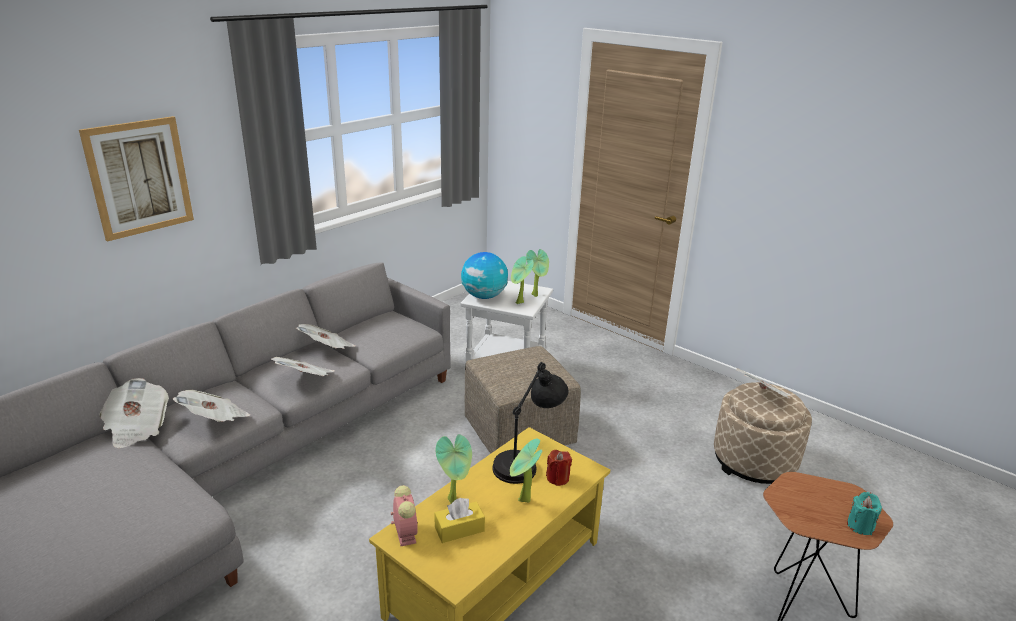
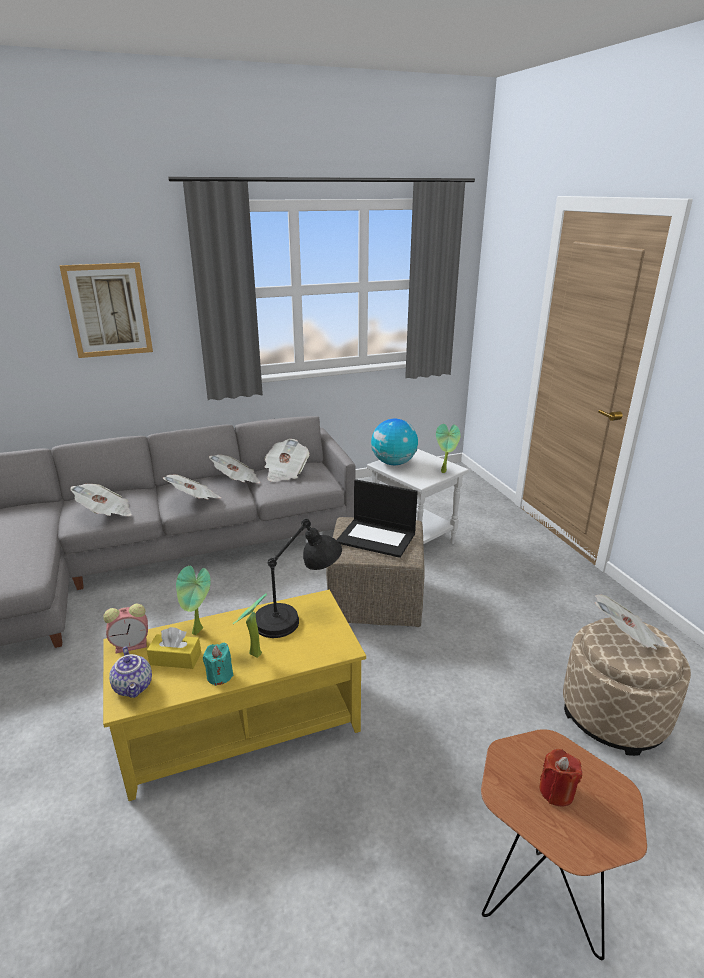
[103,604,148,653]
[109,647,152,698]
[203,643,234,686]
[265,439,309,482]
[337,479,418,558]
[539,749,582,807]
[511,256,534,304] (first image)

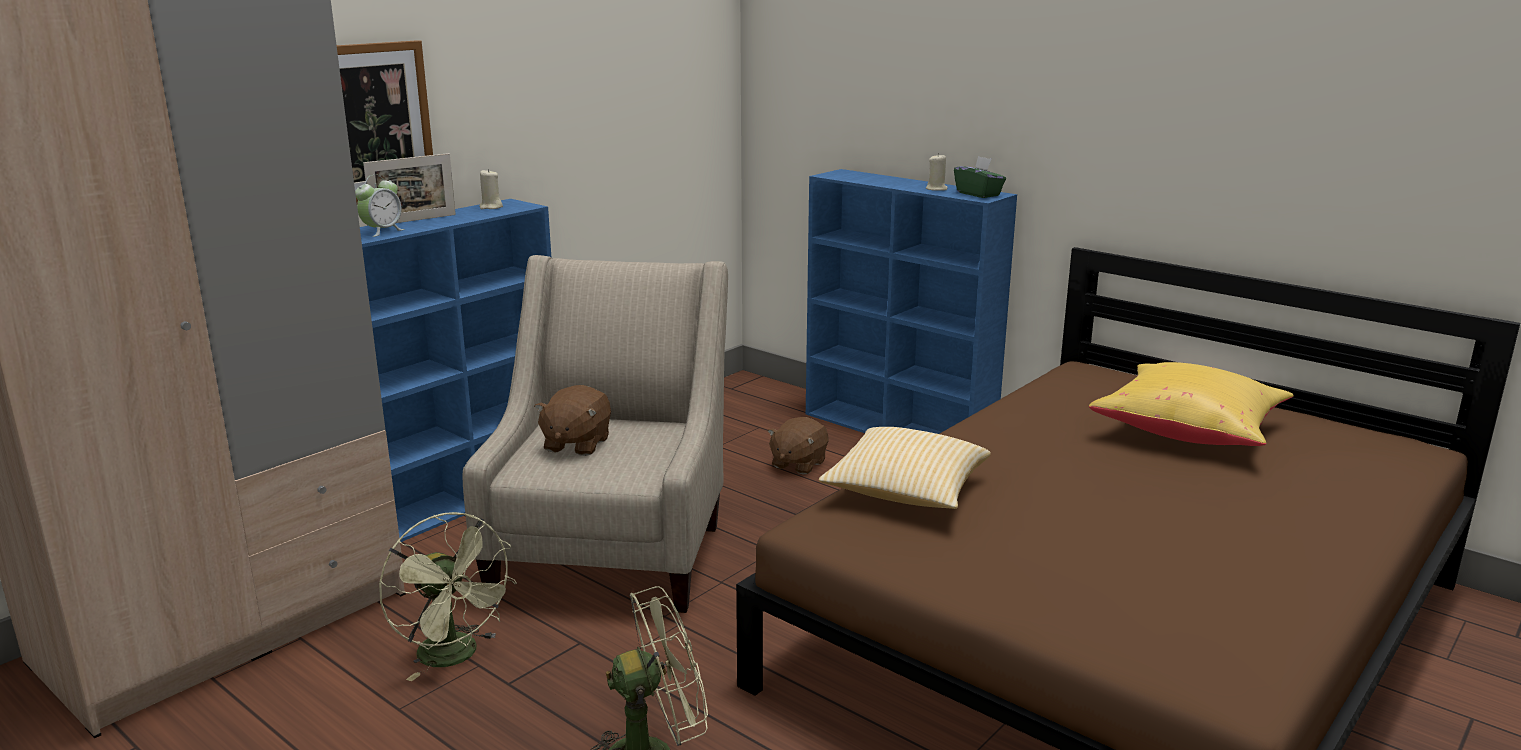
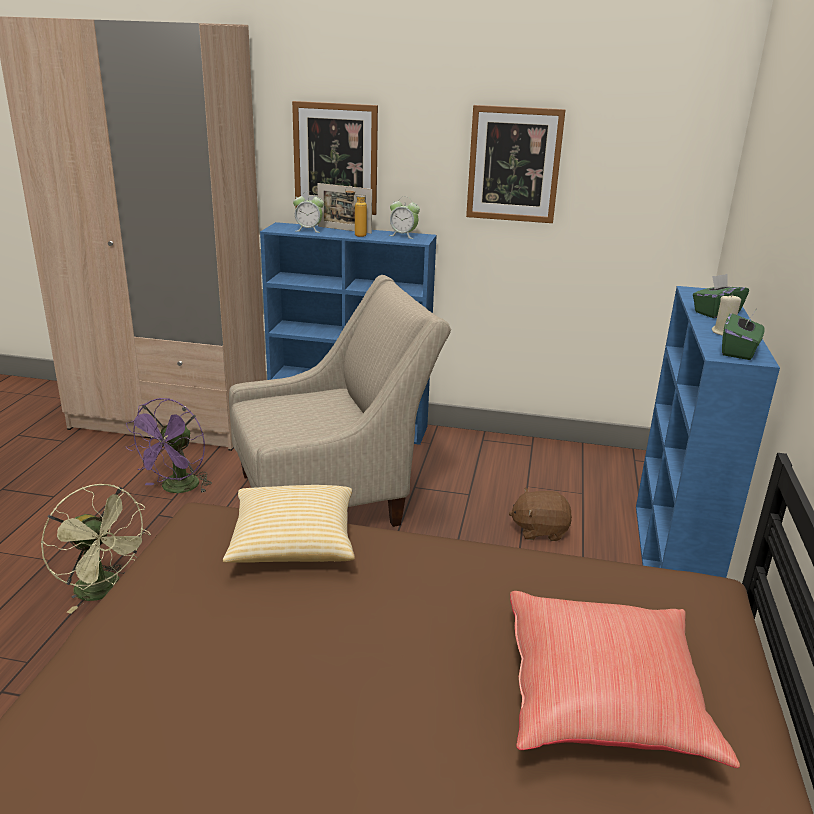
[126,398,212,493]
[345,186,367,237]
[389,197,420,239]
[466,105,566,223]
[510,591,740,768]
[693,274,749,318]
[534,385,611,456] (first image)

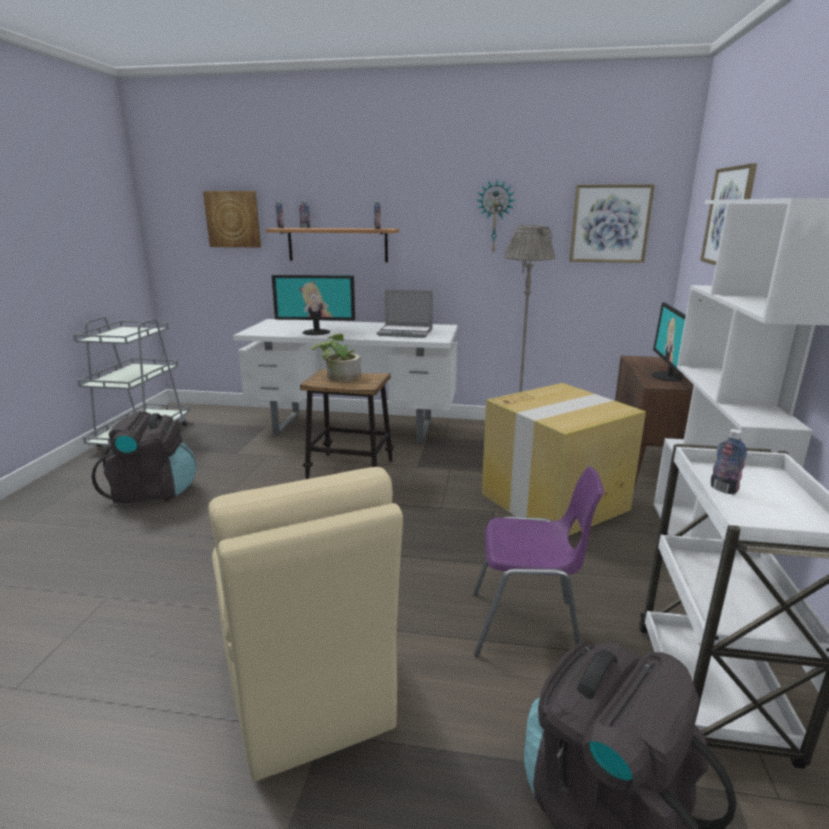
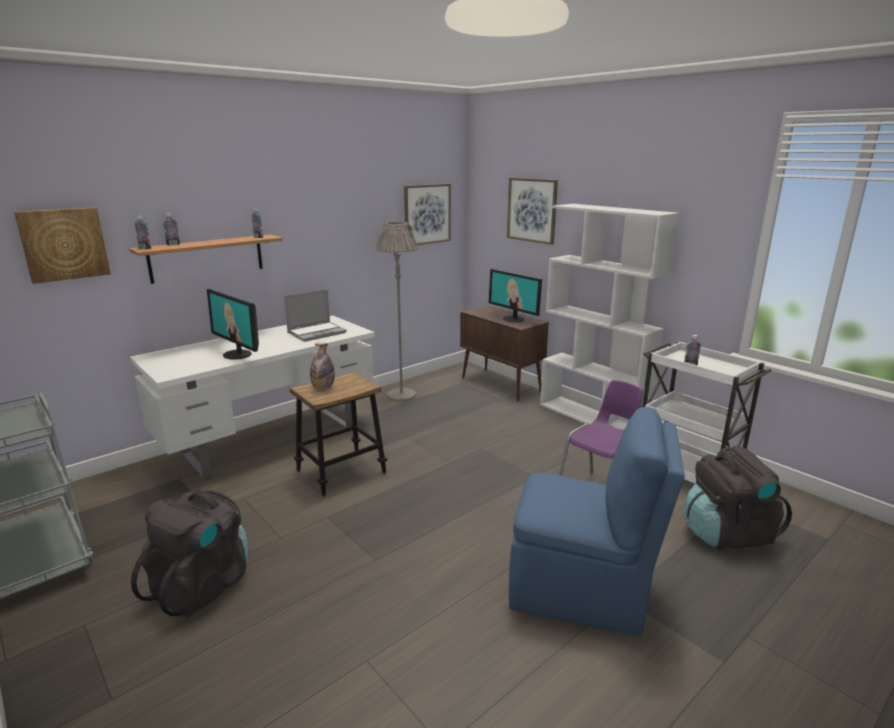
[207,289,259,360]
[310,342,335,389]
[509,407,685,636]
[476,180,516,252] (first image)
[482,383,646,536] (first image)

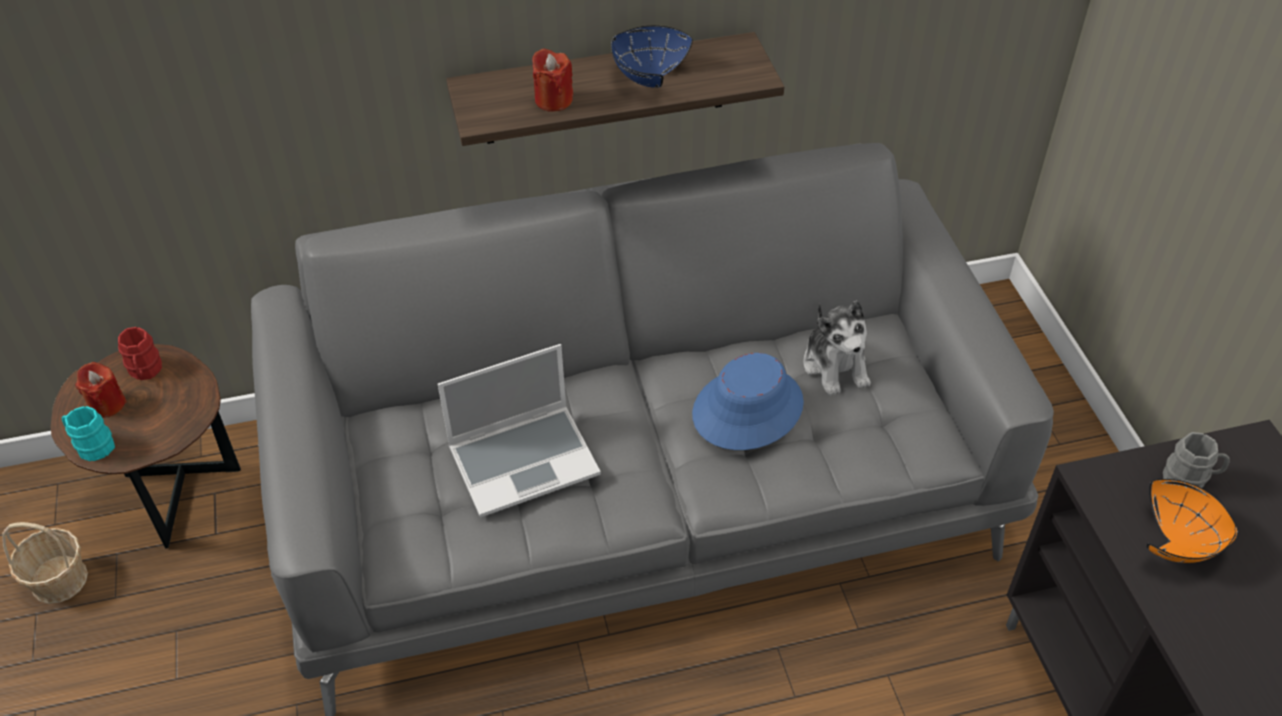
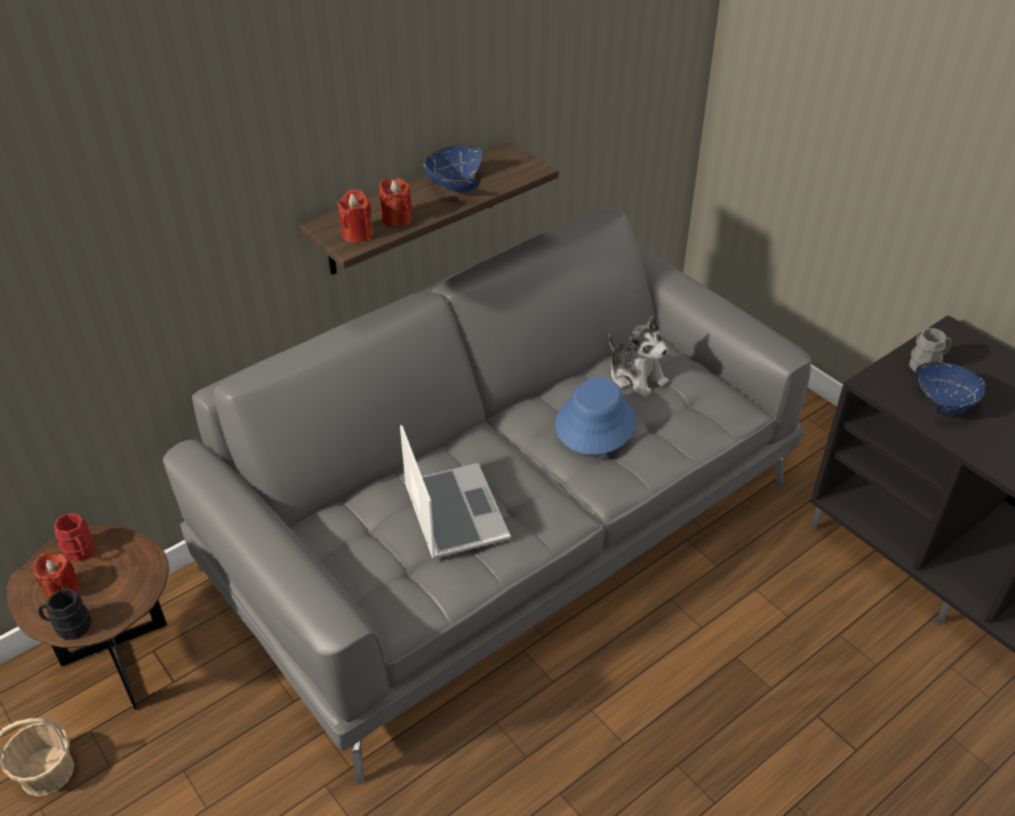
[38,589,92,640]
[337,189,373,243]
[400,425,511,559]
[916,362,985,415]

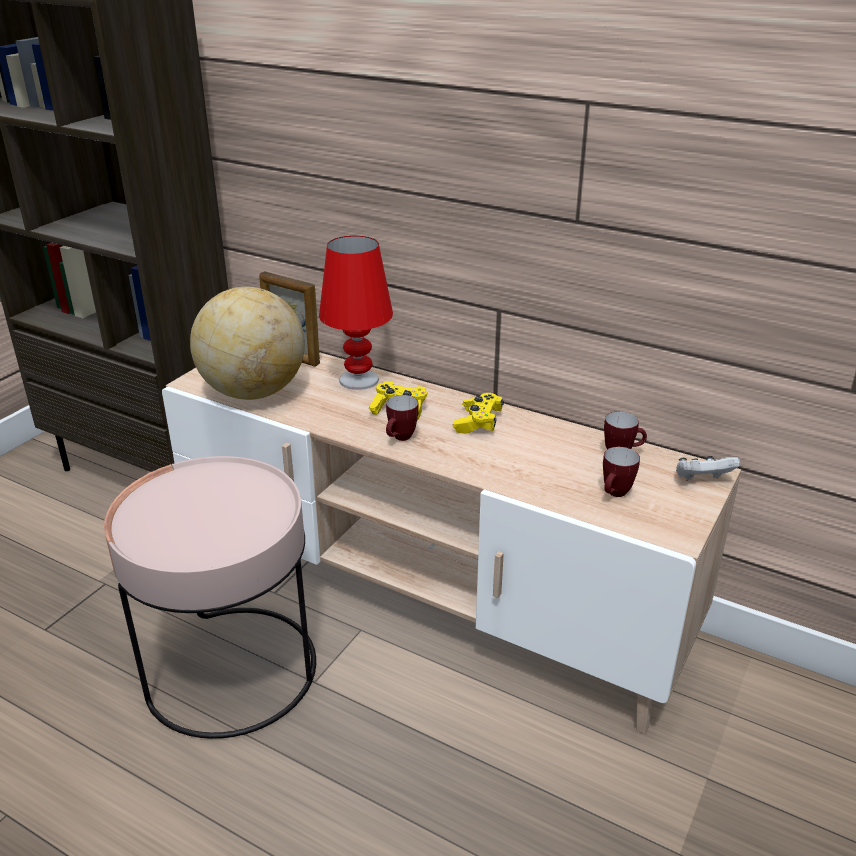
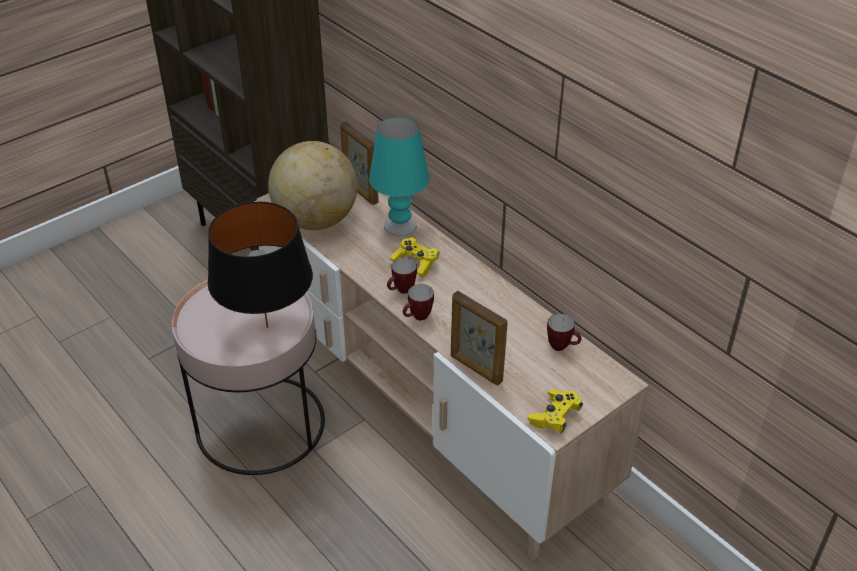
[208,201,313,328]
[369,117,429,237]
[403,284,434,321]
[451,291,508,385]
[528,389,583,433]
[676,456,740,481] (first image)

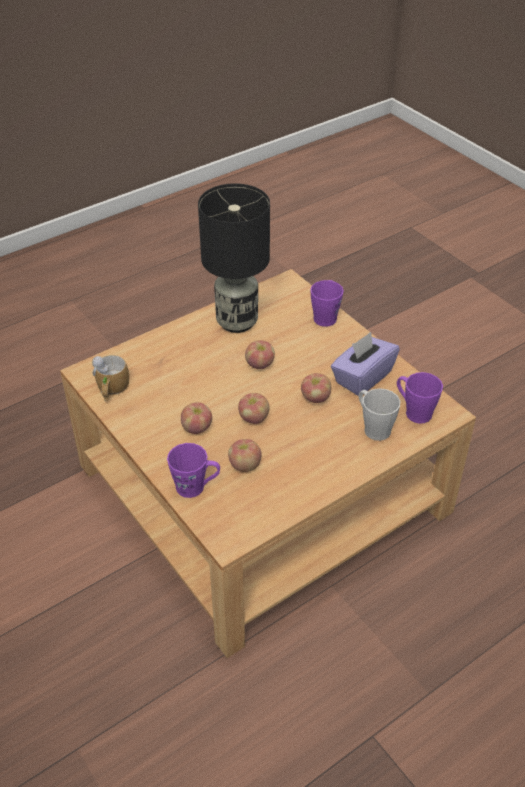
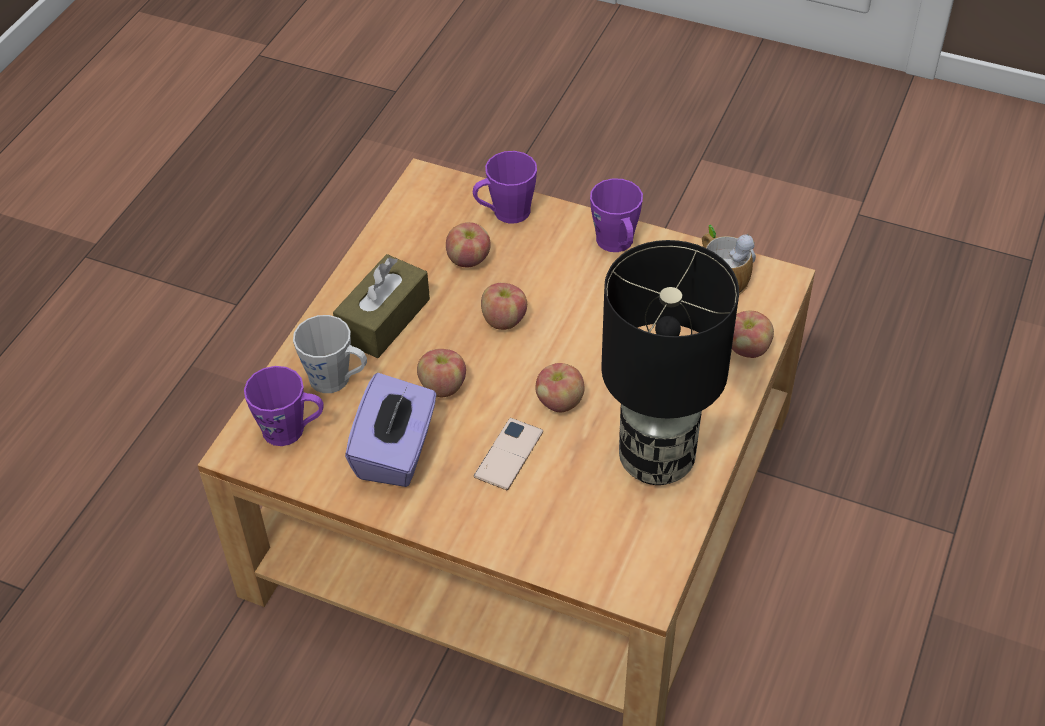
[333,254,430,358]
[474,418,543,490]
[590,178,643,252]
[732,311,774,358]

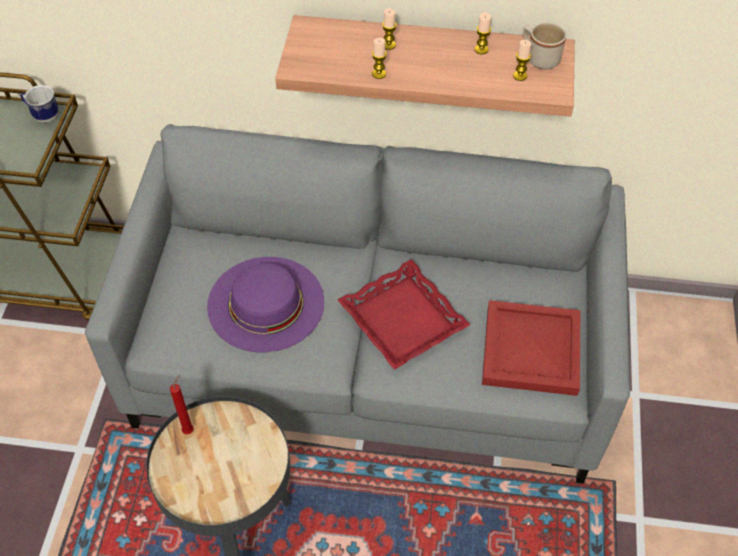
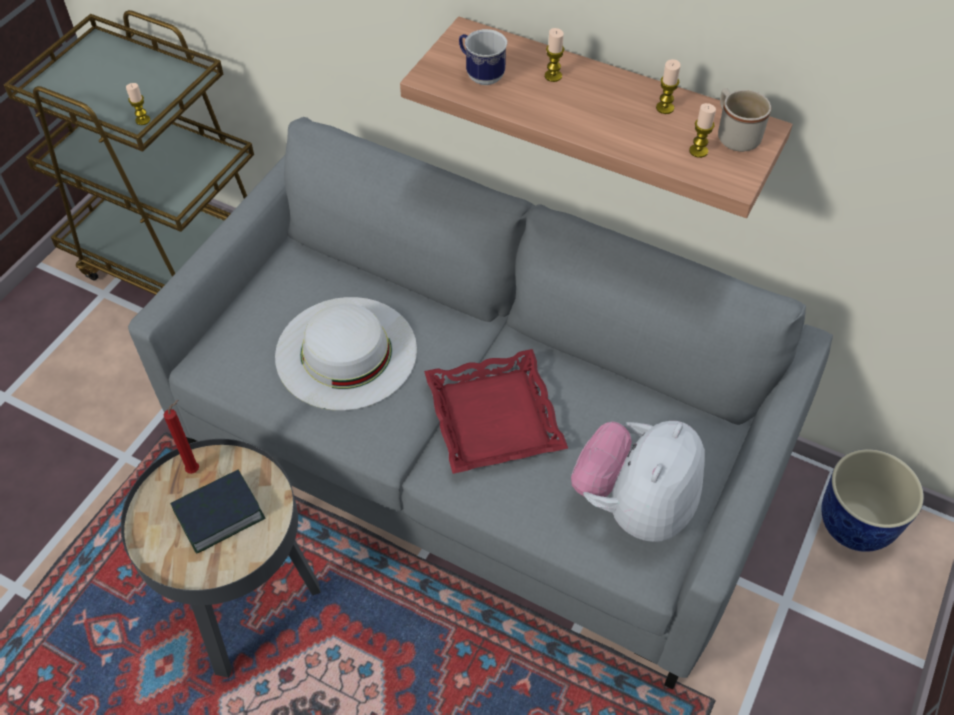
[126,83,150,125]
[170,470,265,554]
[275,297,417,410]
[459,29,507,85]
[571,421,705,542]
[821,449,924,552]

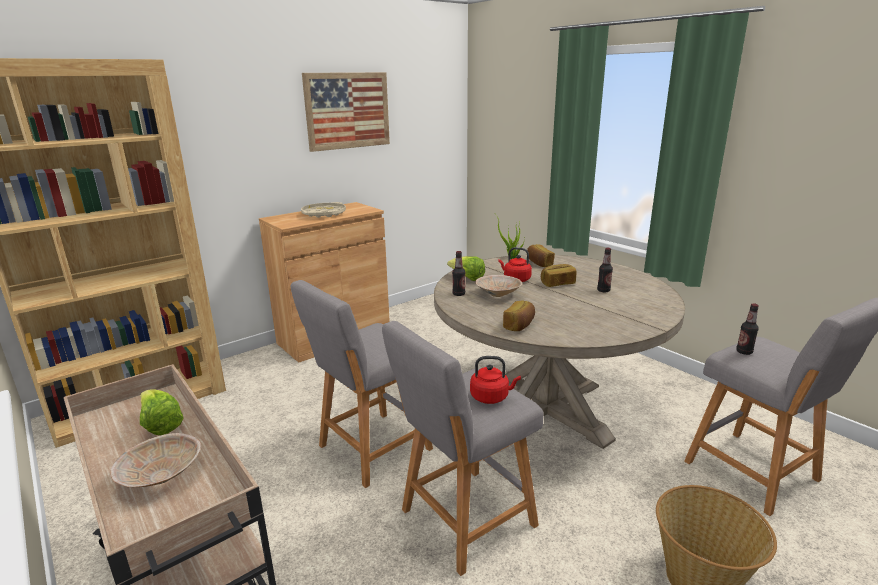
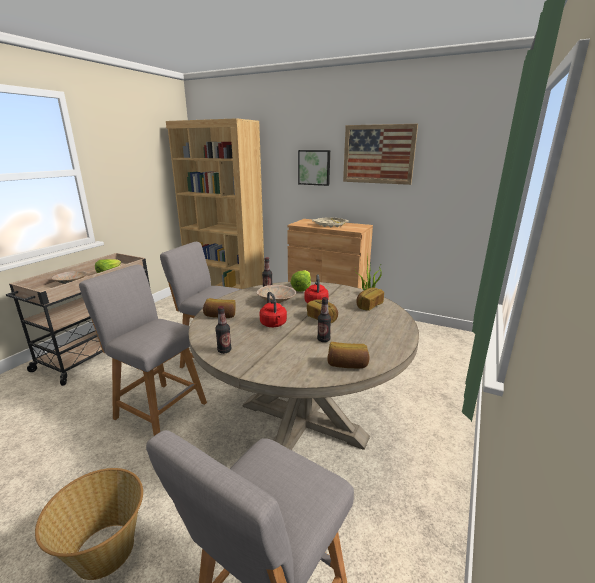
[215,306,231,354]
[259,292,287,327]
[298,150,330,186]
[327,342,369,368]

